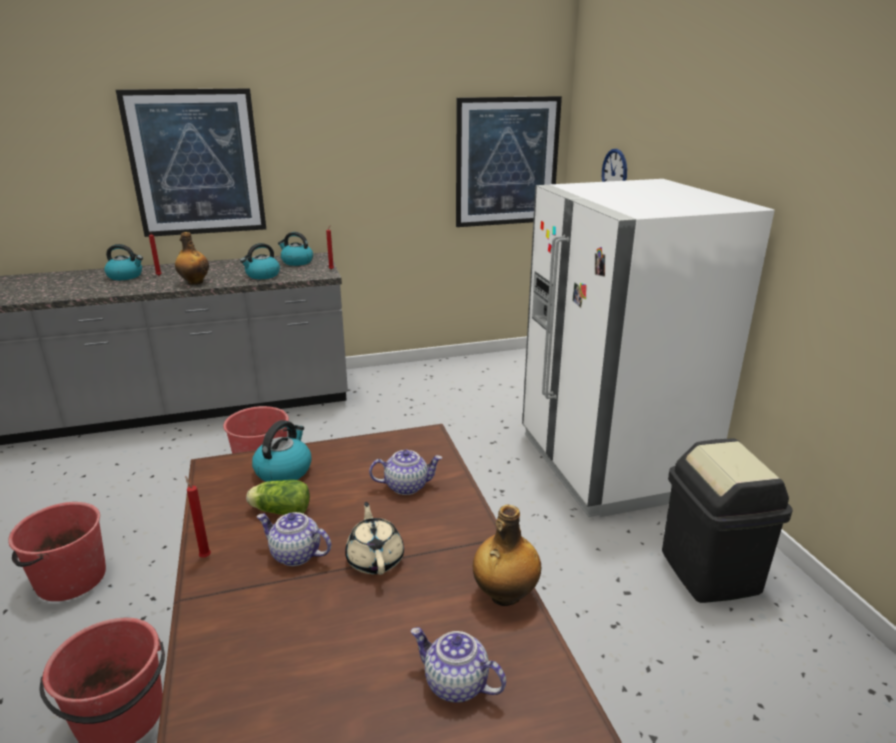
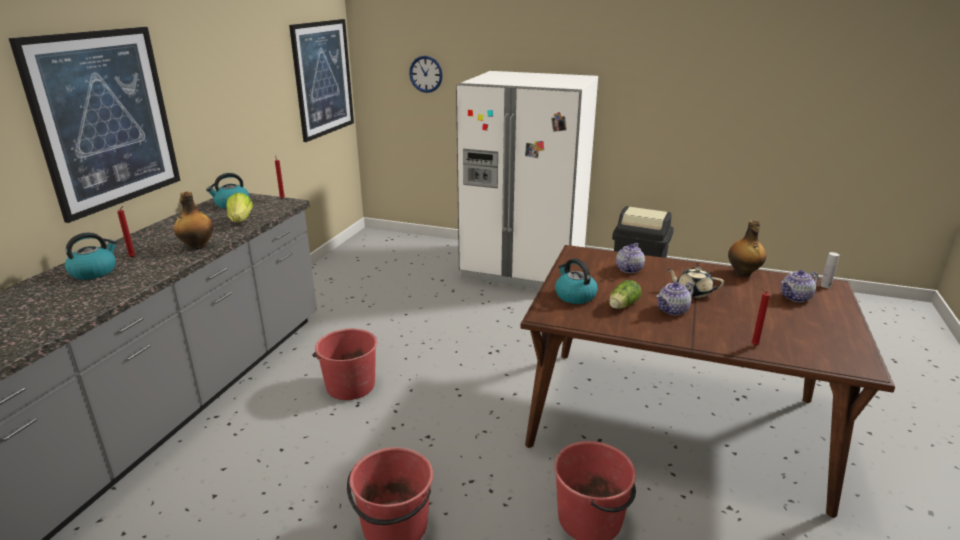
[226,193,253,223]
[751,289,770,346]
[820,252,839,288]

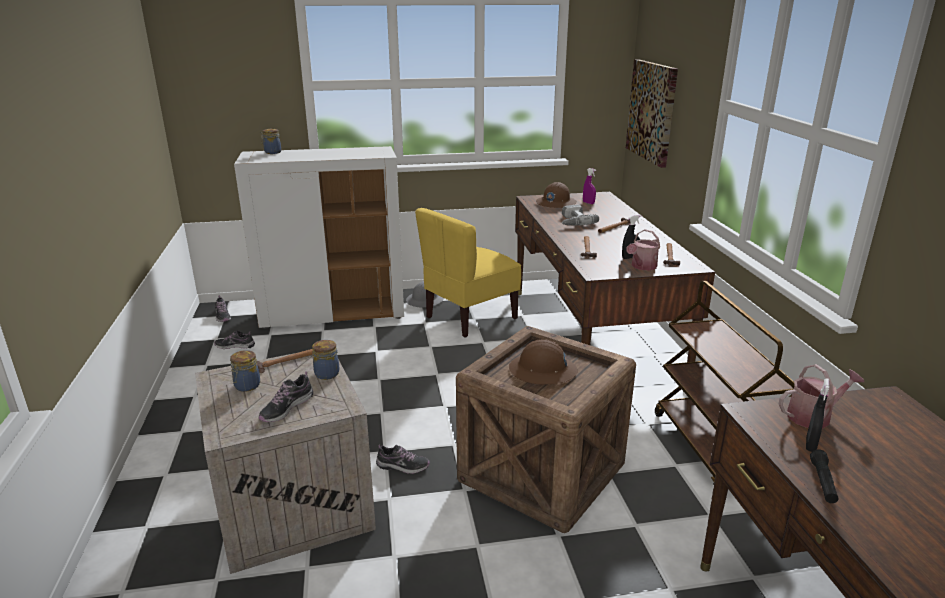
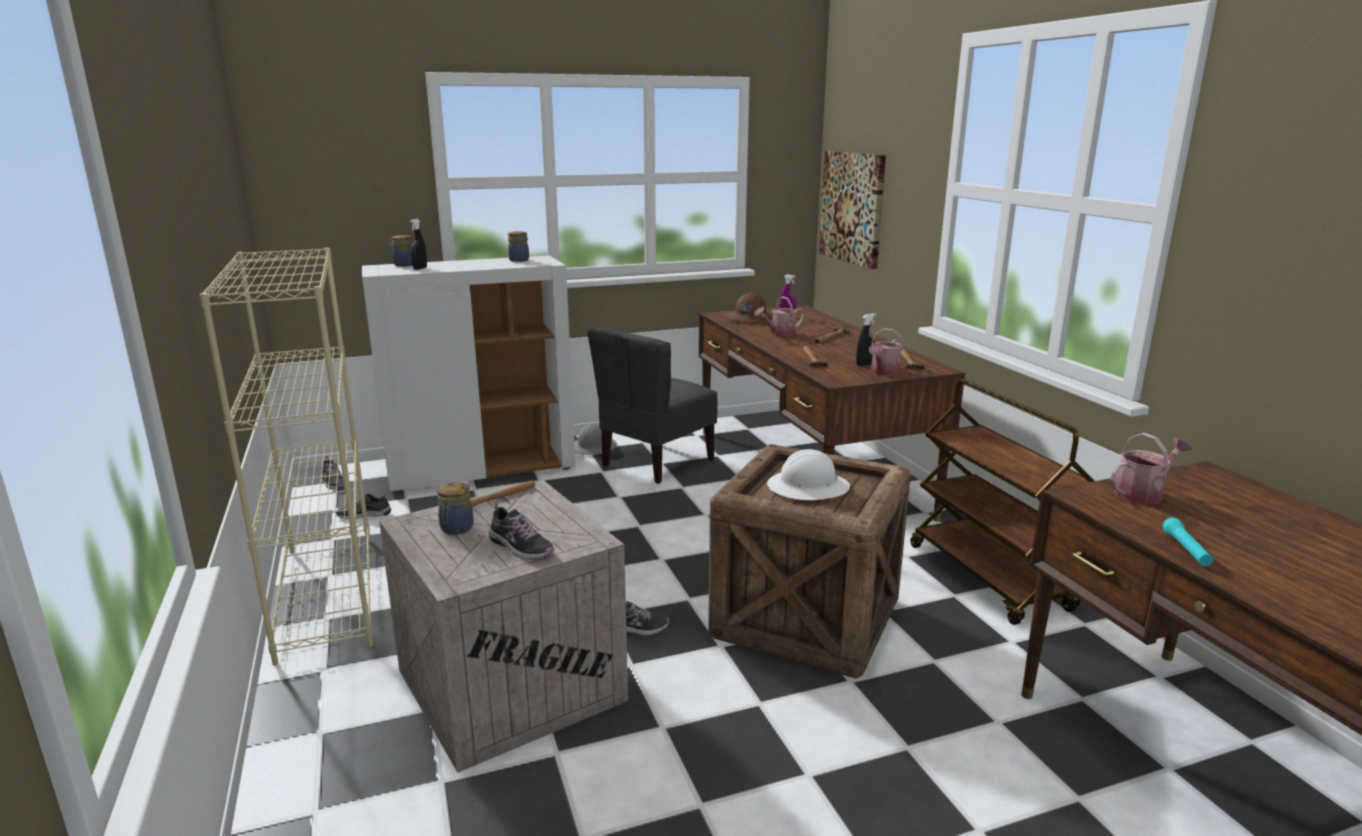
[199,248,373,666]
[410,219,427,270]
[489,503,554,559]
[508,231,529,262]
[588,328,718,484]
[754,296,804,337]
[767,449,850,500]
[1162,517,1213,566]

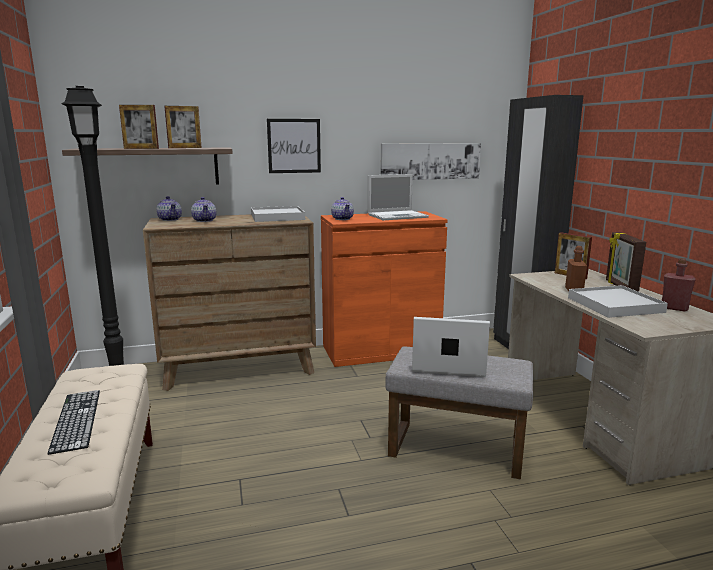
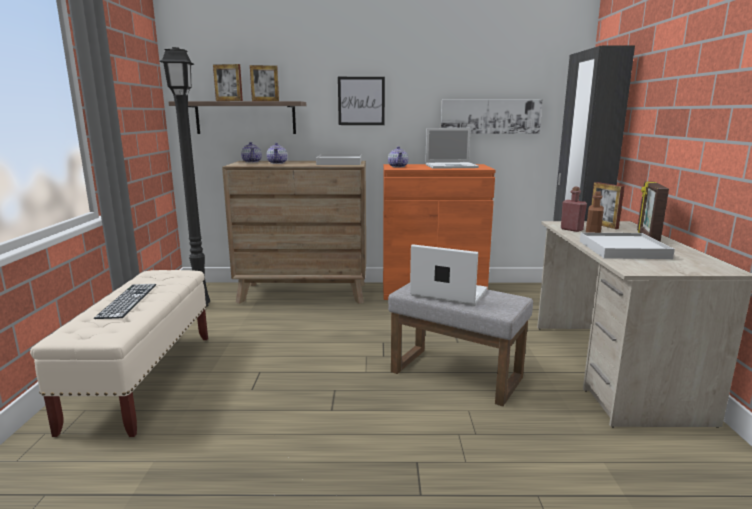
[561,187,587,232]

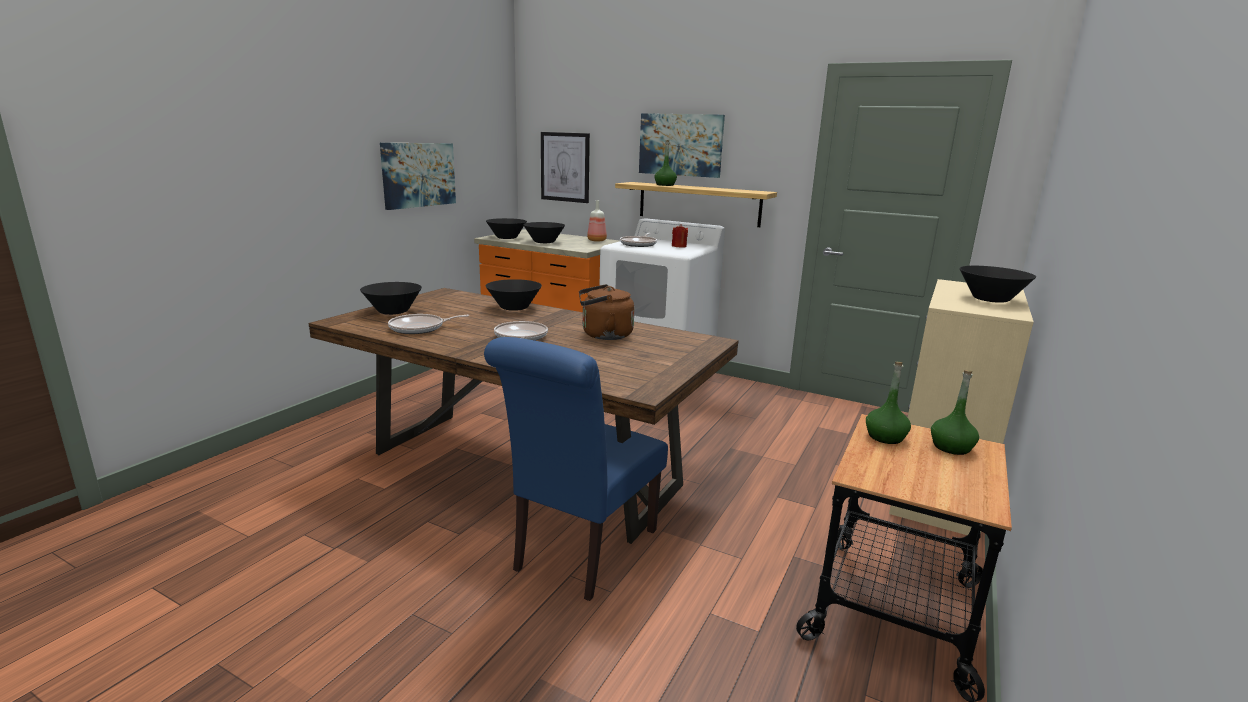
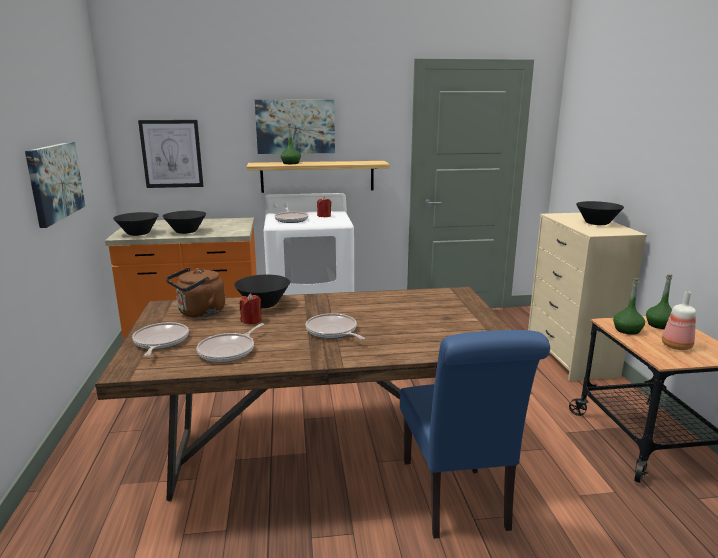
[132,322,189,356]
[166,267,225,318]
[240,293,262,324]
[662,291,696,350]

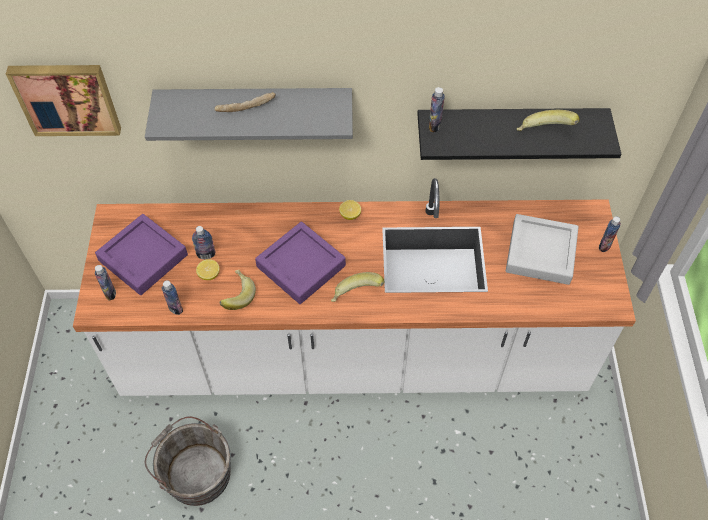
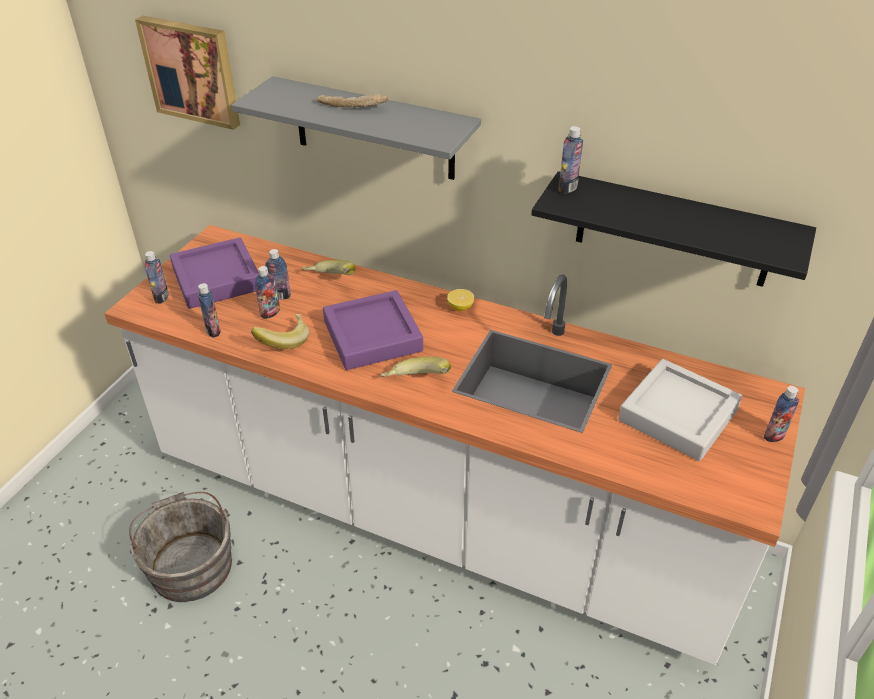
[255,266,280,319]
[302,260,356,275]

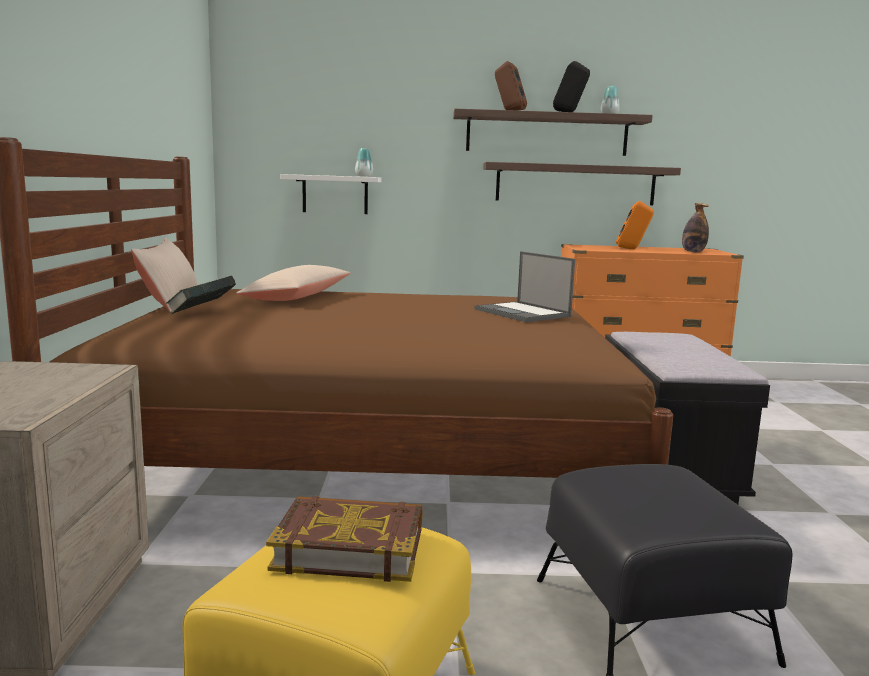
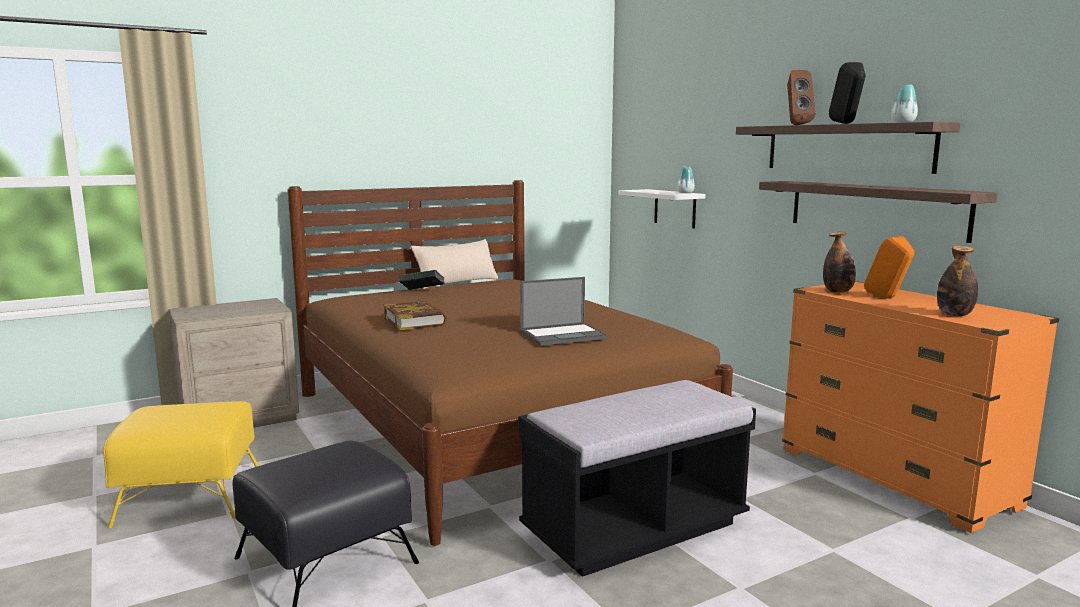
[384,301,447,330]
[520,277,608,346]
[823,232,856,293]
[237,265,351,301] (first image)

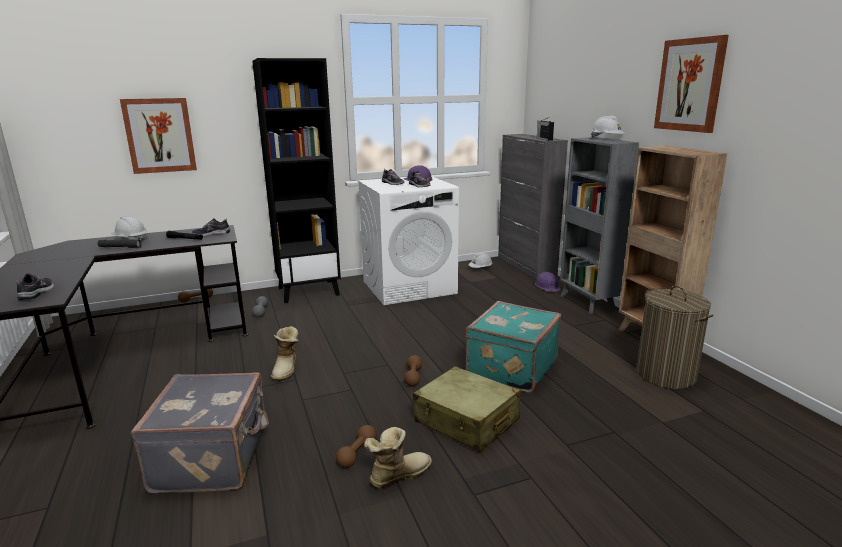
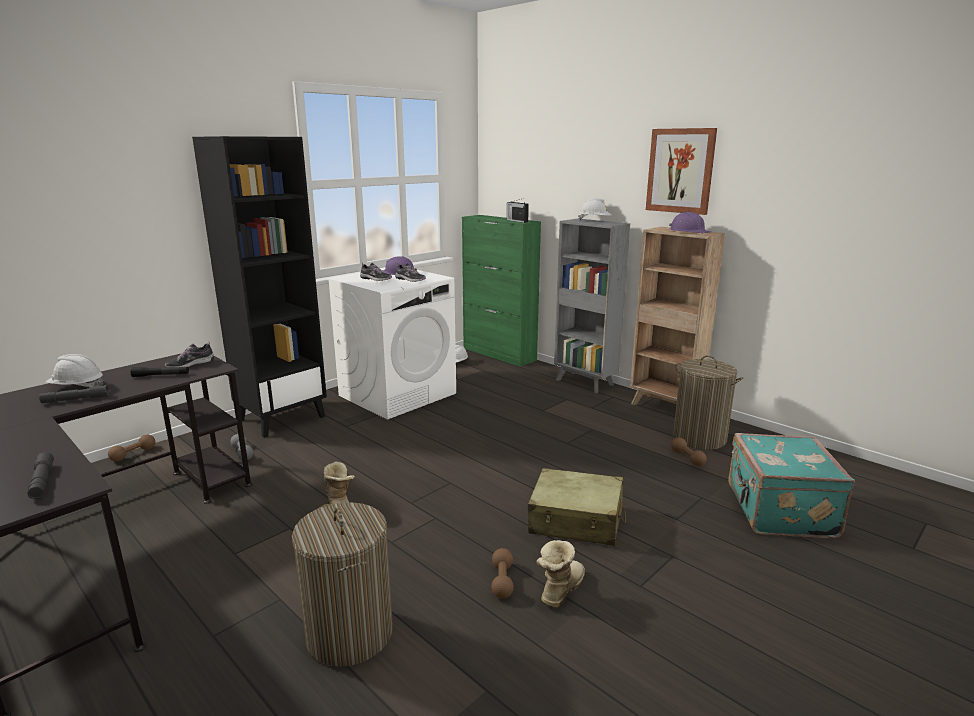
[27,452,54,499]
[292,502,393,667]
[462,215,541,367]
[669,212,711,233]
[671,437,707,466]
[728,433,855,538]
[120,98,197,174] (first image)

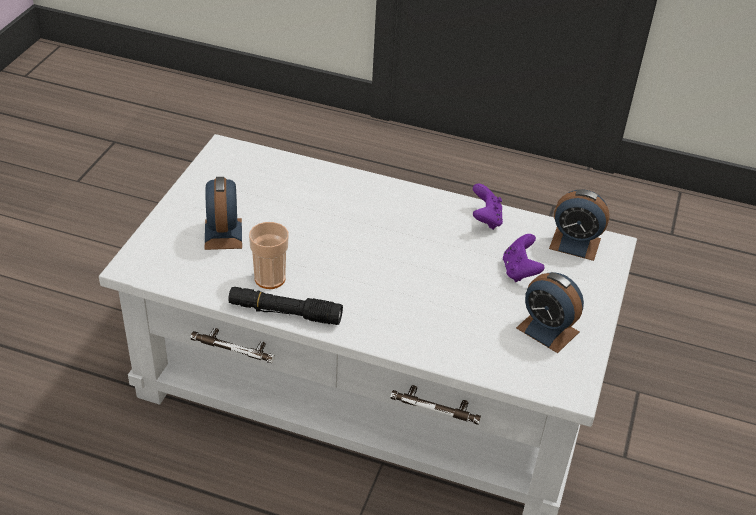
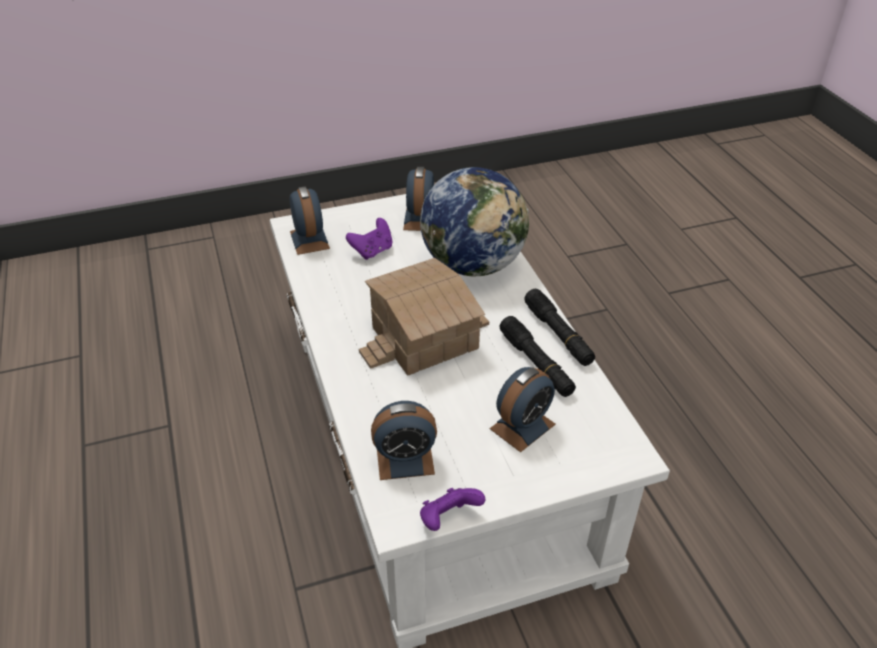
[359,258,489,375]
[371,401,437,480]
[420,167,529,276]
[420,488,485,531]
[500,316,576,397]

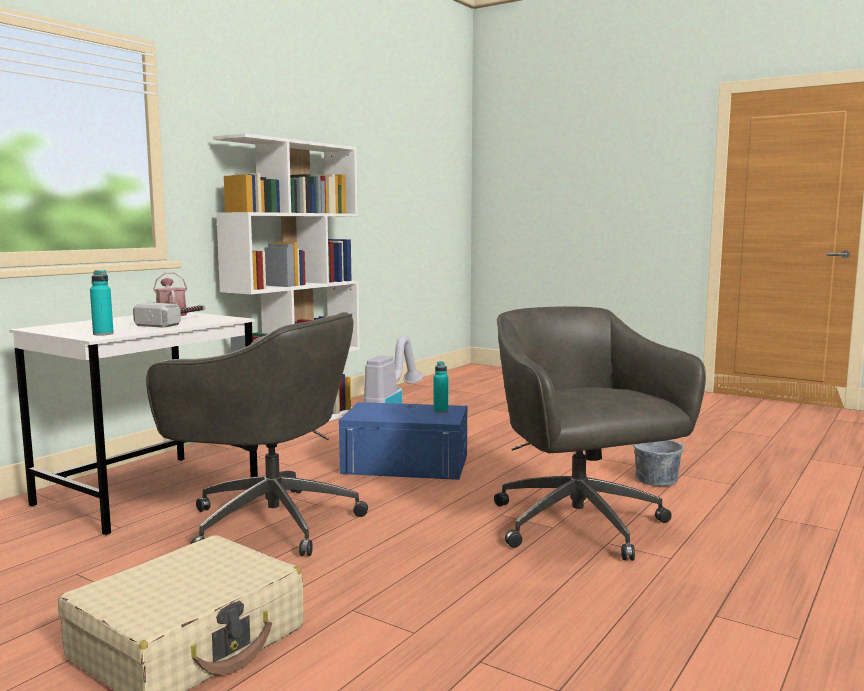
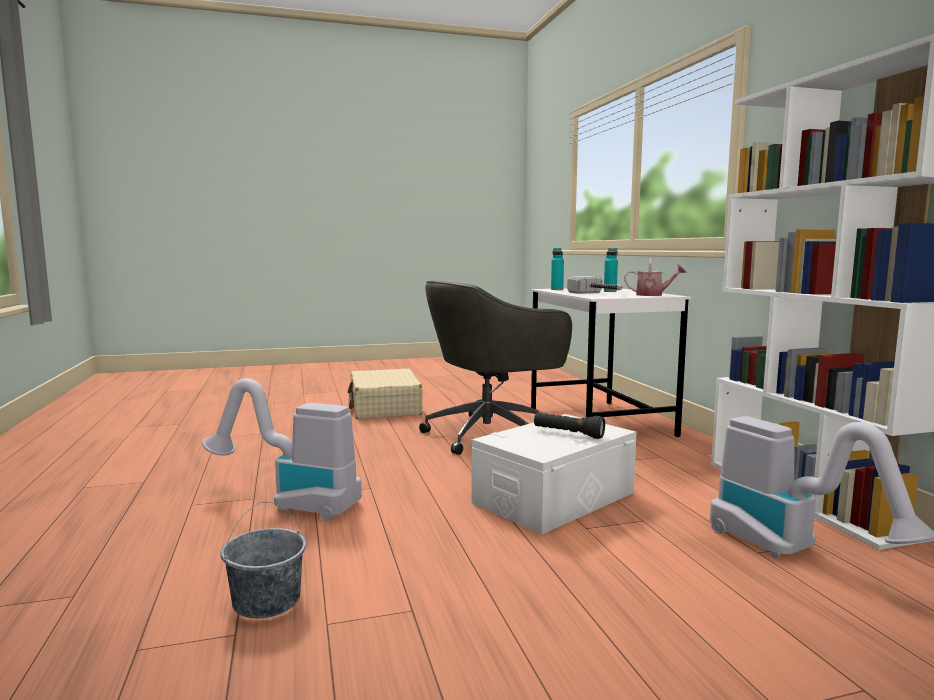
[202,378,362,521]
[472,414,636,534]
[534,413,605,439]
[604,248,618,292]

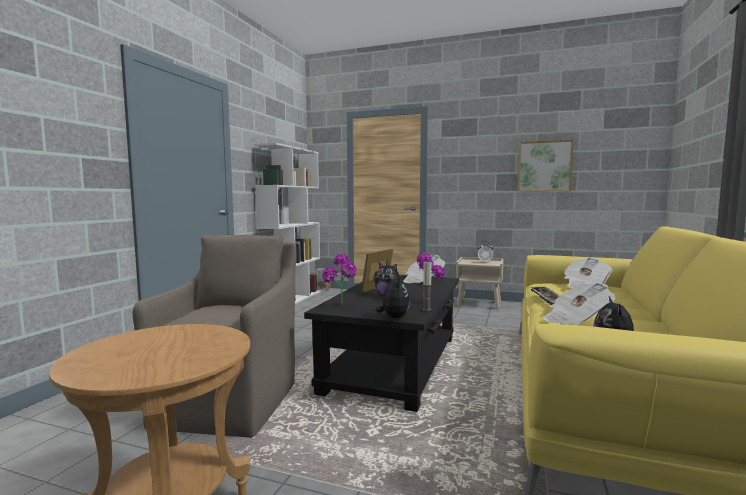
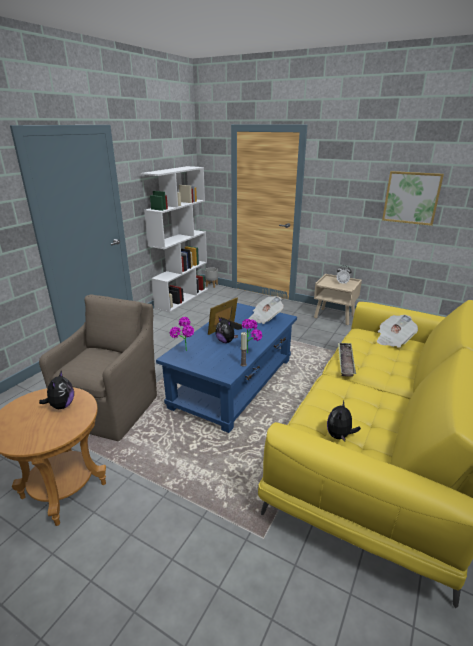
[39,370,74,409]
[156,303,297,433]
[543,283,616,325] (first image)

